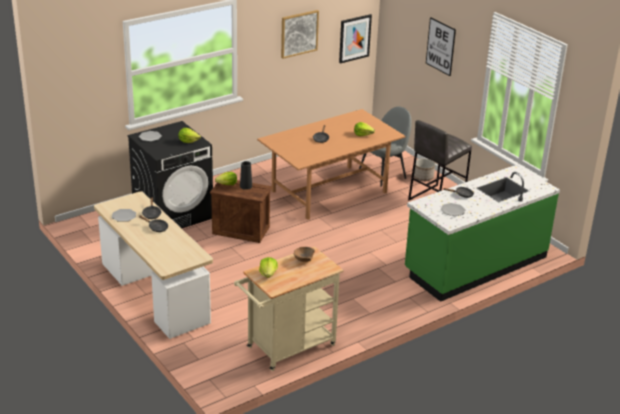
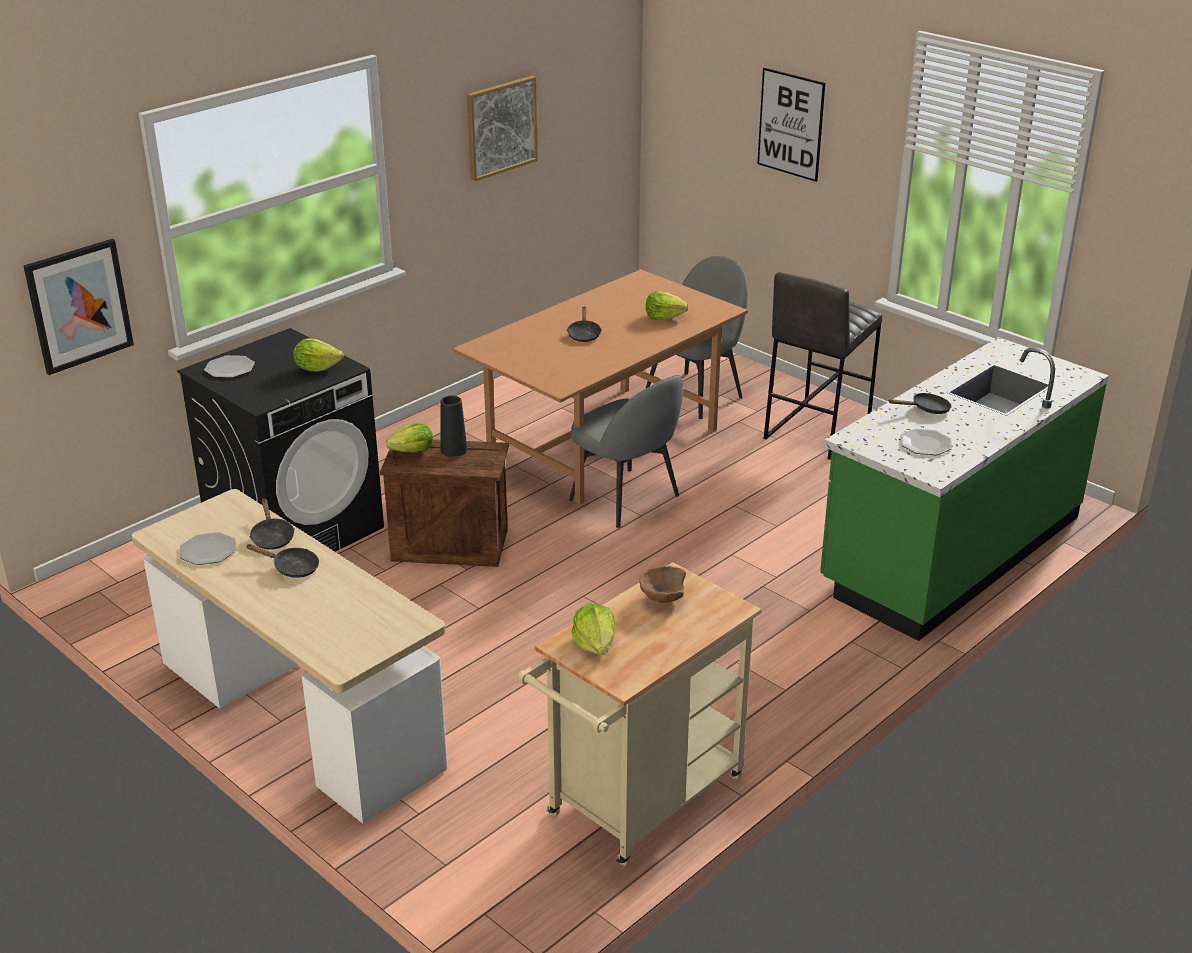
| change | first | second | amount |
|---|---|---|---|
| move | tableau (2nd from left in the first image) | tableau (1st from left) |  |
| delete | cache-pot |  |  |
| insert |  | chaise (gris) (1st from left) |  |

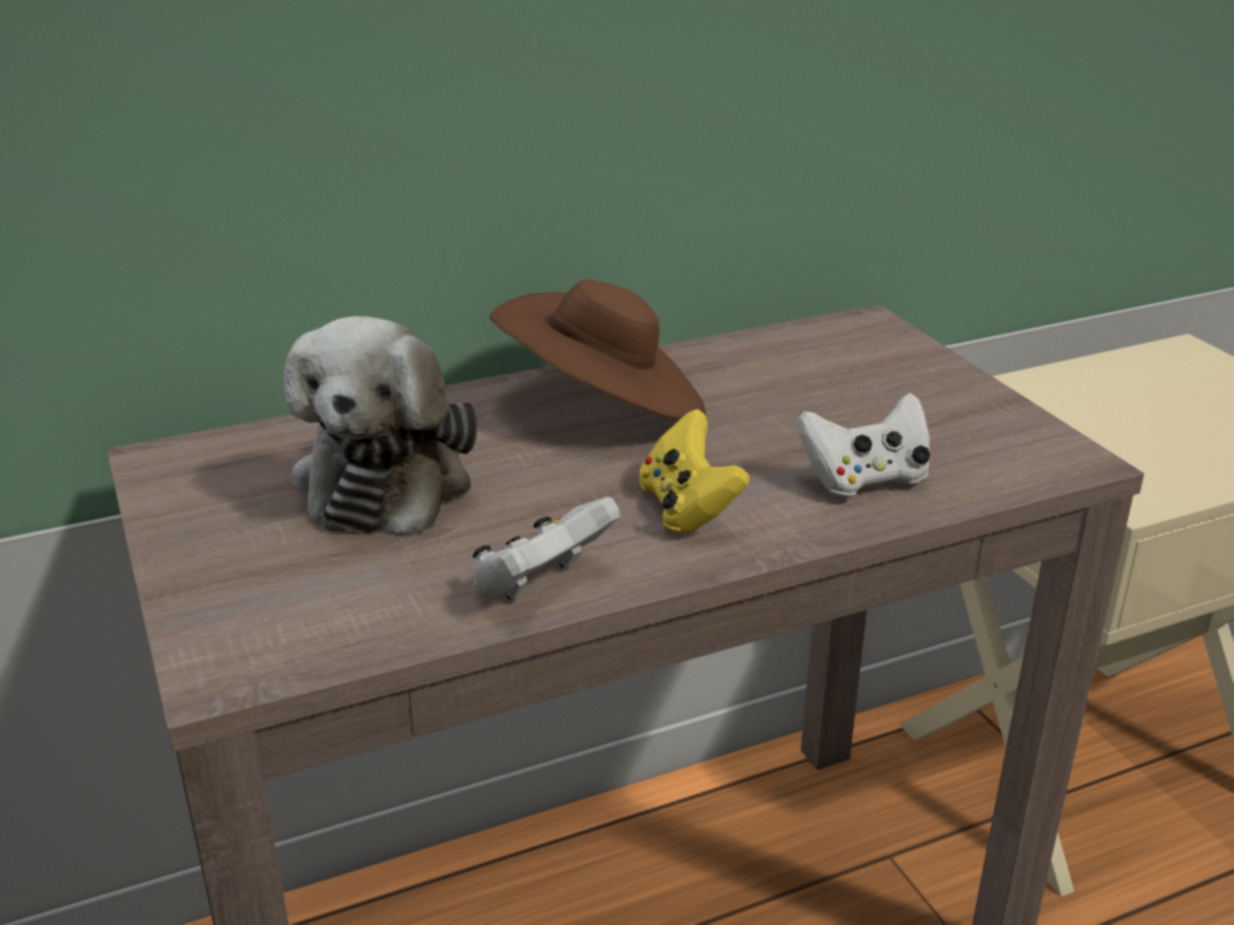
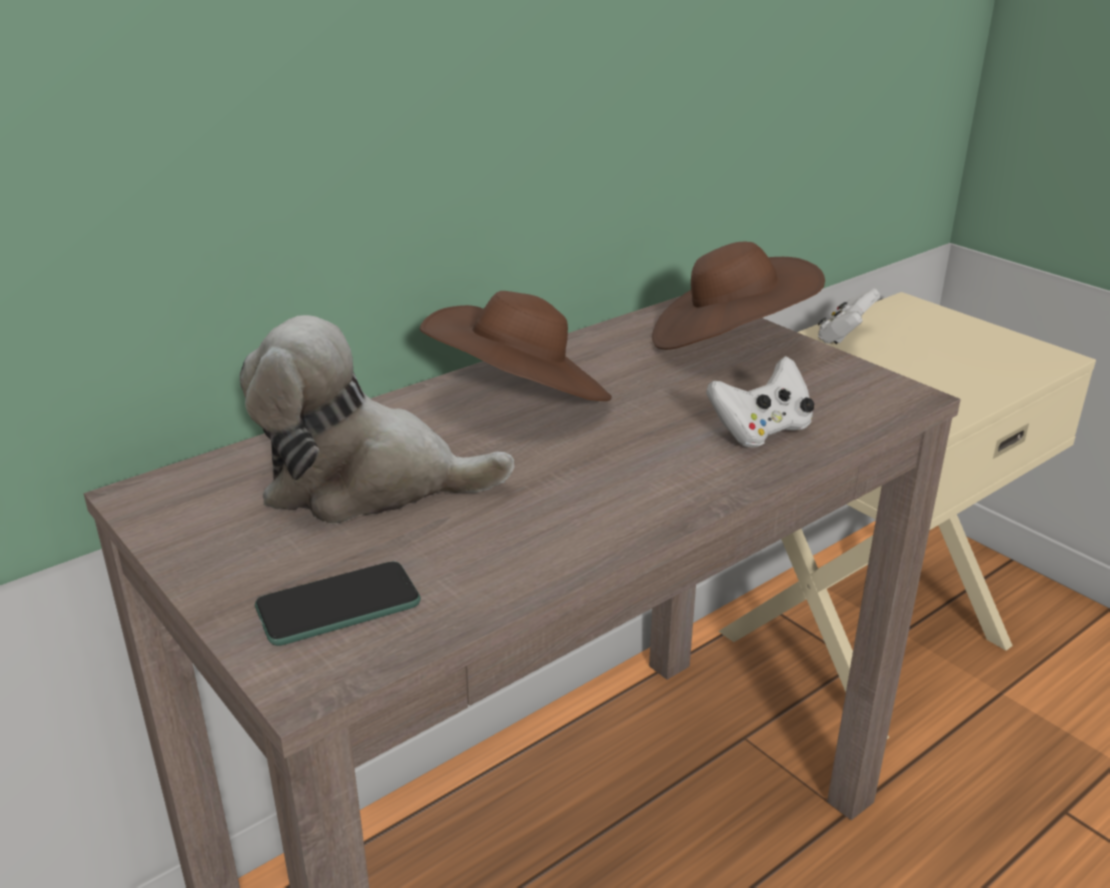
| change | first | second | amount |
|---|---|---|---|
| rotate | peluche |  | 105 degrees clockwise |
| delete | manette (jaune) |  |  |
| move | manette (blanc) (1st from left in the first image) | manette (blanc) (2nd from left) |  |
| insert |  | chapeau (marron) (2nd from left) |  |
| insert |  | téléphone |  |

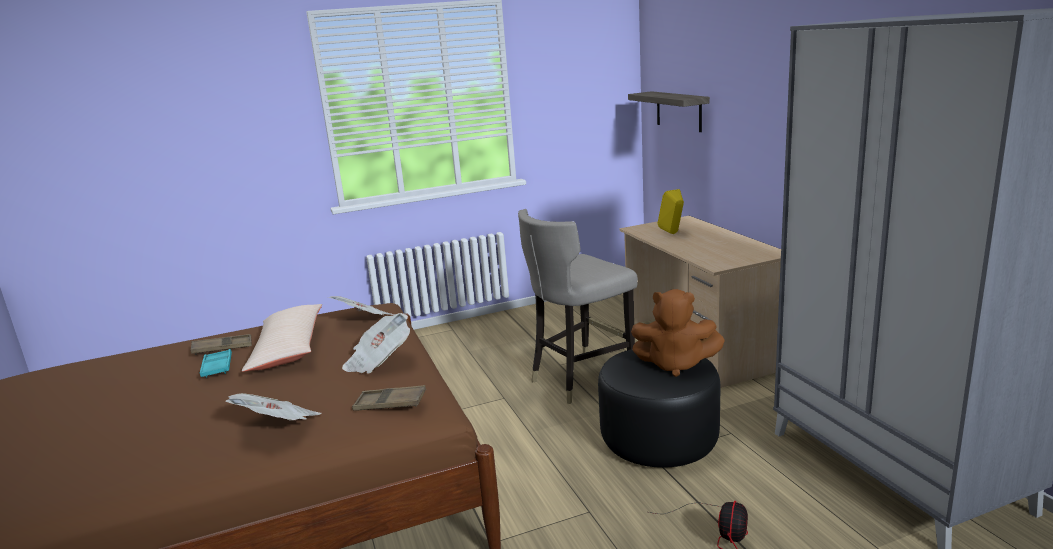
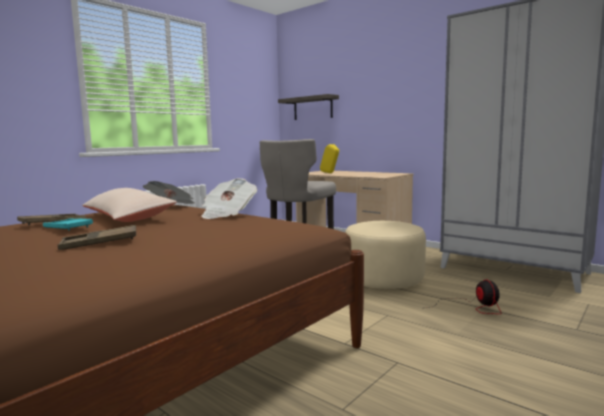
| change | first | second | amount |
|---|---|---|---|
| delete | peluche (marron) |  |  |
| recolor | pouf (noir) | pouf (beige) |  |
| move | plateau (marron) (2nd from left) |  |  |
| delete | journal (1st from left) |  |  |

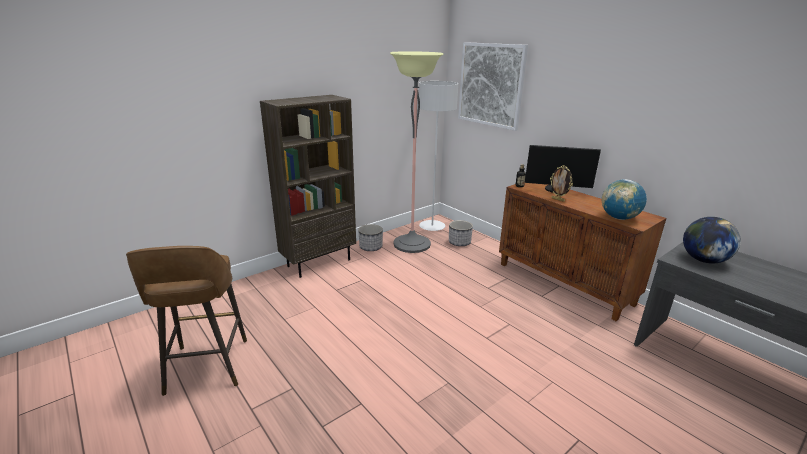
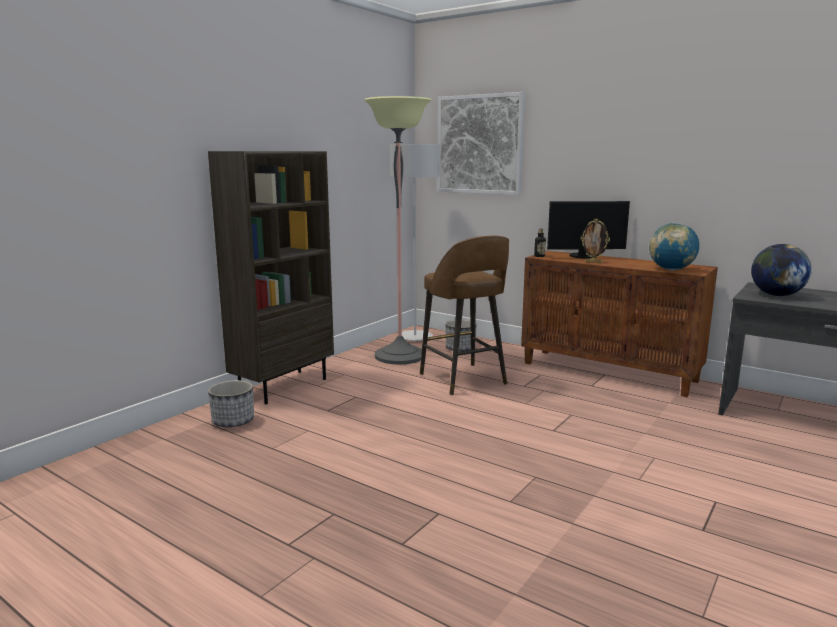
| change | first | second | amount |
|---|---|---|---|
| move | cache-pot (1st from left) |  |  |
| move | tabouret (marron) |  |  |

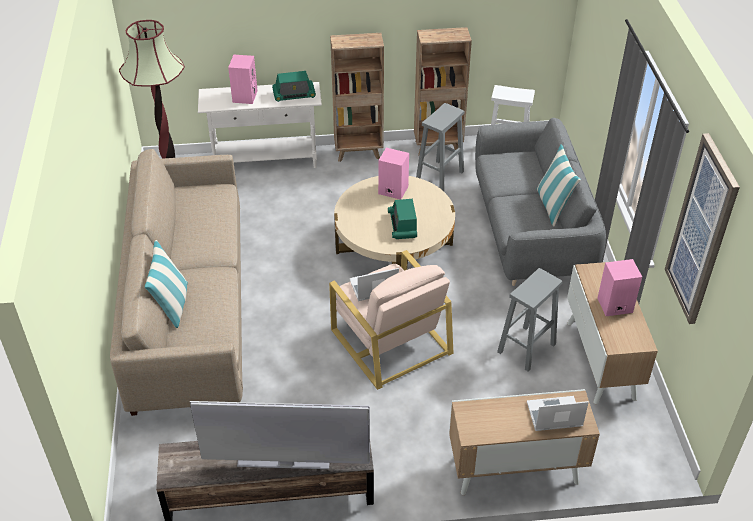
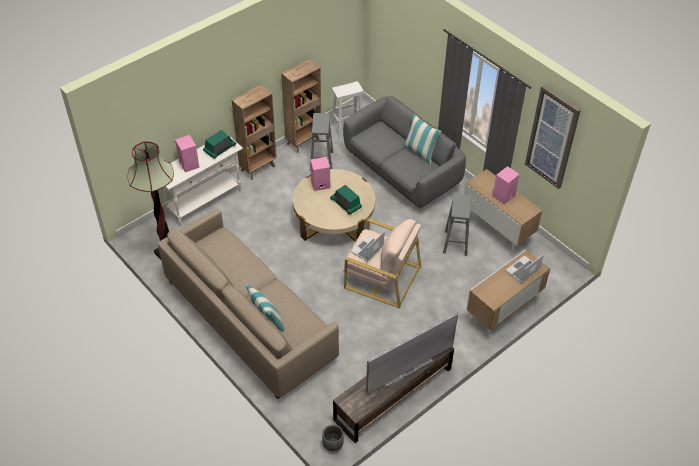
| change | first | second | amount |
|---|---|---|---|
| insert |  | cache-pot (gris) |  |

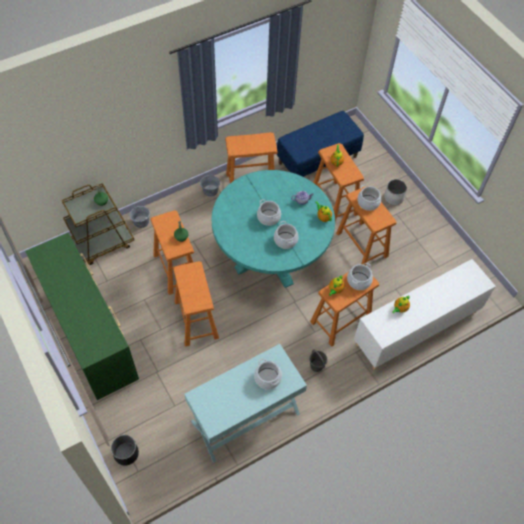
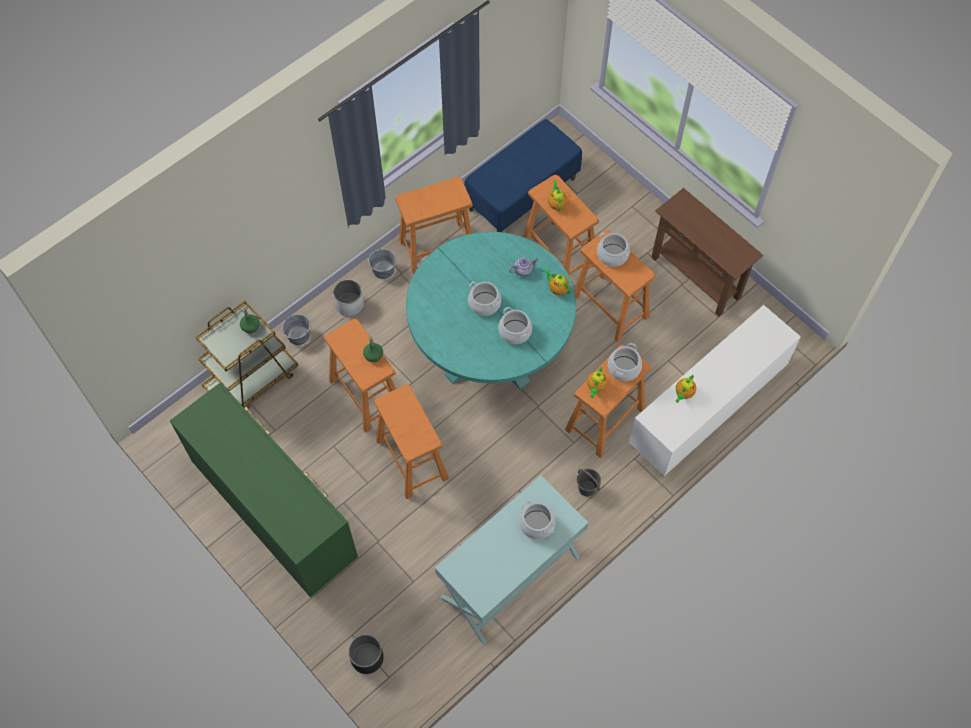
| change | first | second | amount |
|---|---|---|---|
| move | cache-pot (blanc) |  |  |
| insert |  | table console (marron) |  |

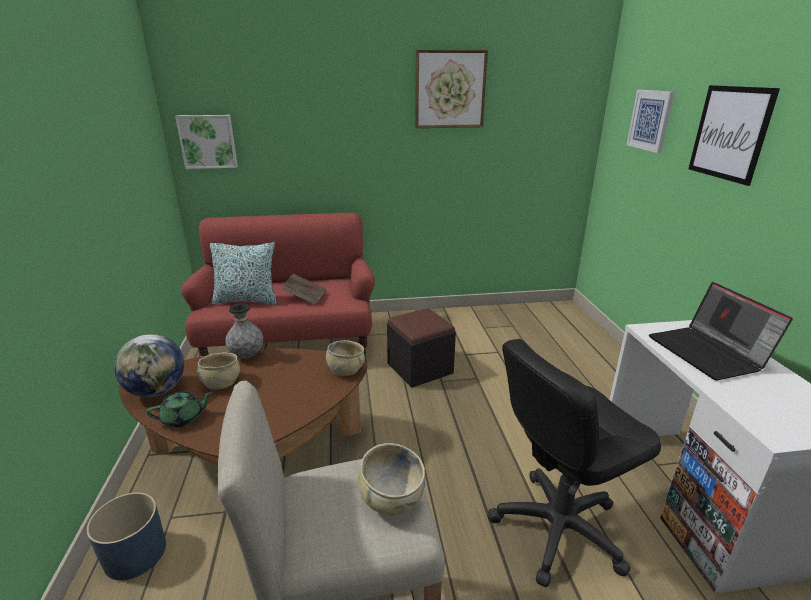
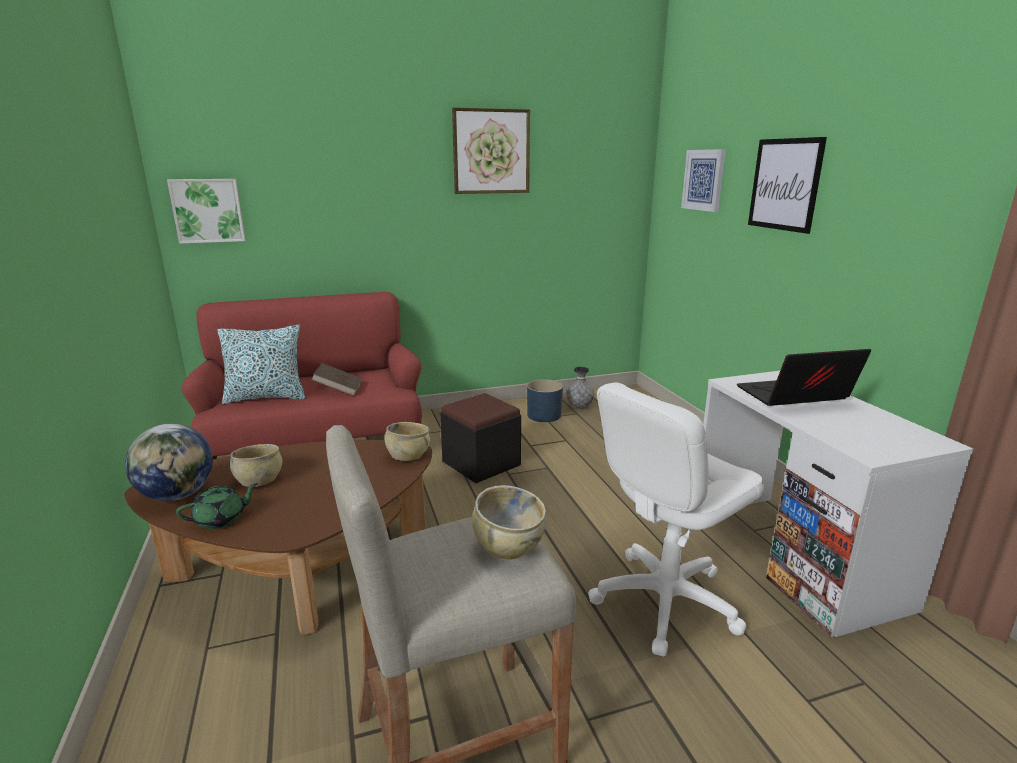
| change | first | second | amount |
|---|---|---|---|
| rotate | ordinateur portable |  | 105 degrees clockwise |
| move | vase (gris) |  |  |
| recolor | chaise de bureau (noir) | chaise de bureau (blanc) |  |
| move | cache-pot (bleu) |  |  |

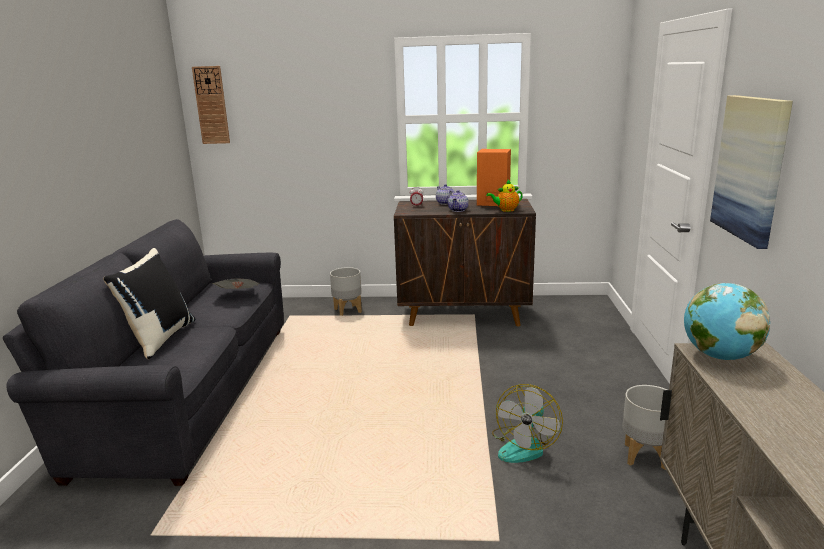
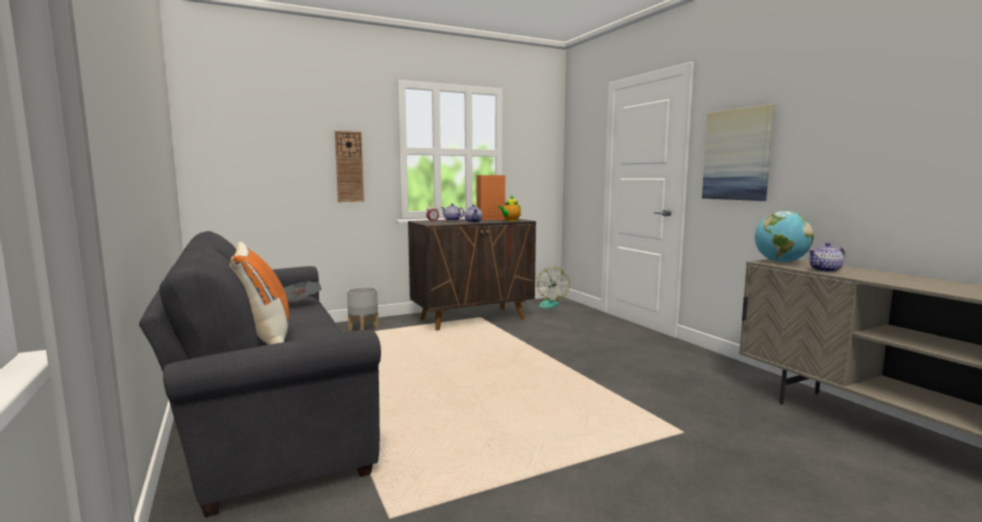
| change | first | second | amount |
|---|---|---|---|
| move | horloge murale |  |  |
| recolor | coussin (noir) | coussin (orange) |  |
| move | ventilateur |  |  |
| delete | cache-pot (gris) (2nd from left) |  |  |
| insert |  | théière (4th from left) |  |

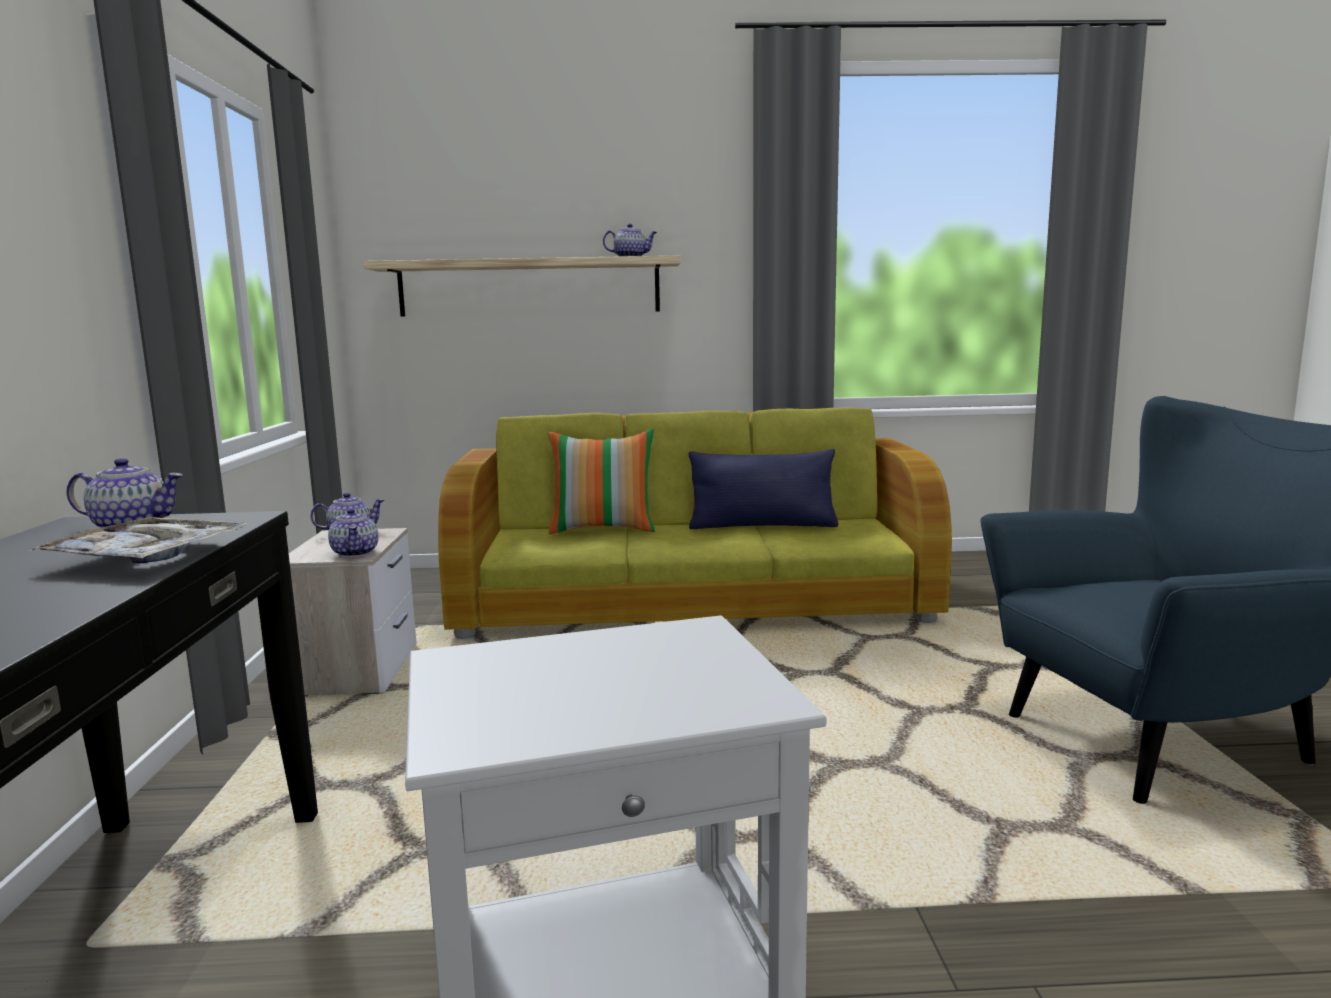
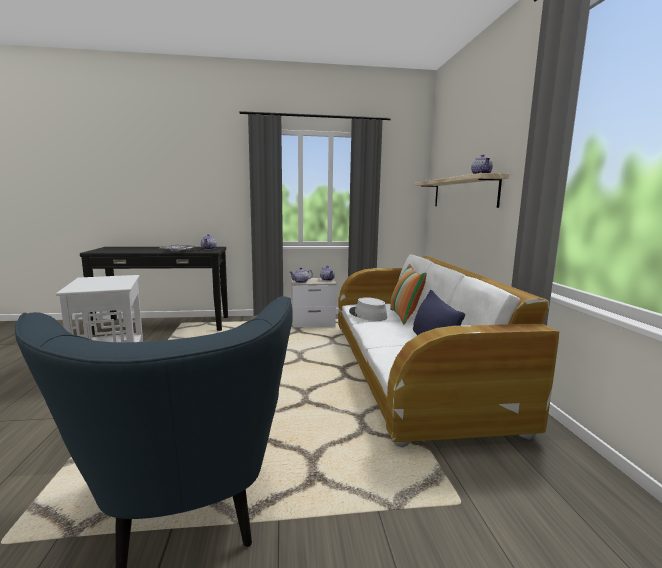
| change | first | second | amount |
|---|---|---|---|
| recolor | canapé (vert) | canapé (blanc) |  |
| insert |  | chapeau (gris) |  |

